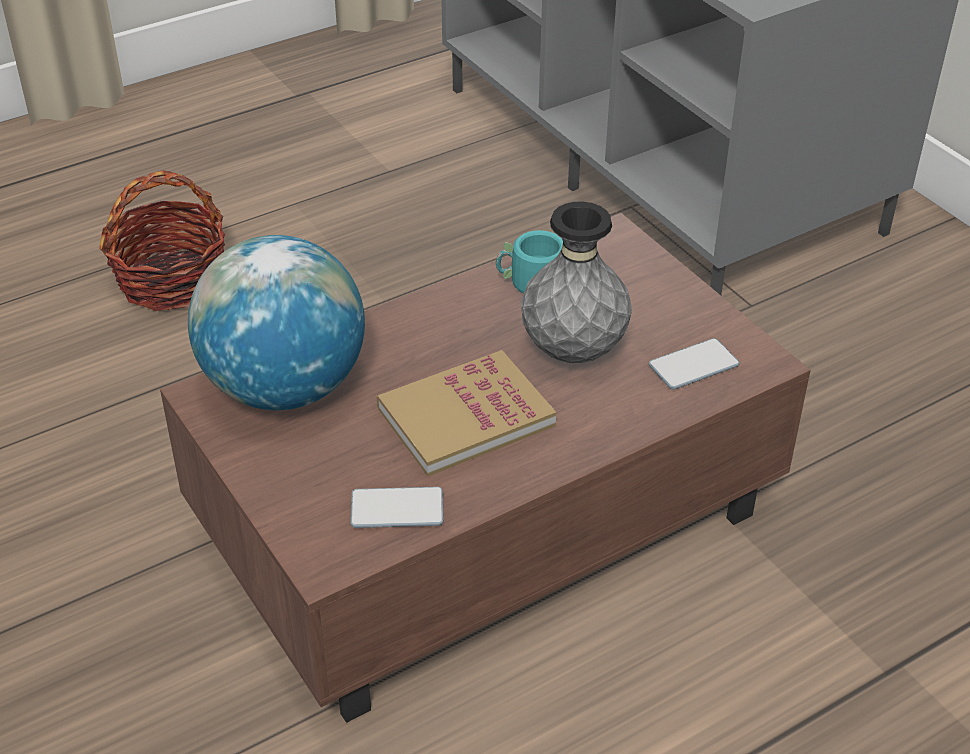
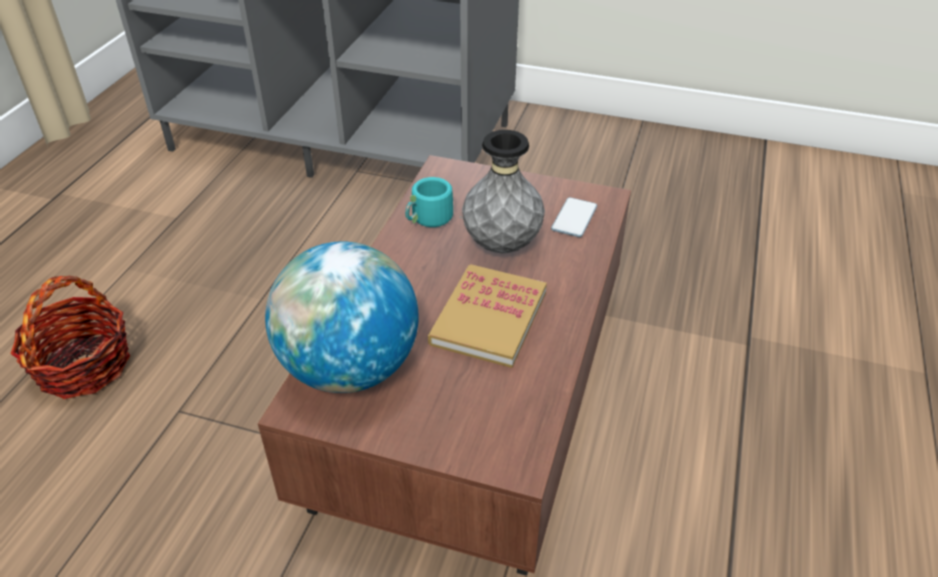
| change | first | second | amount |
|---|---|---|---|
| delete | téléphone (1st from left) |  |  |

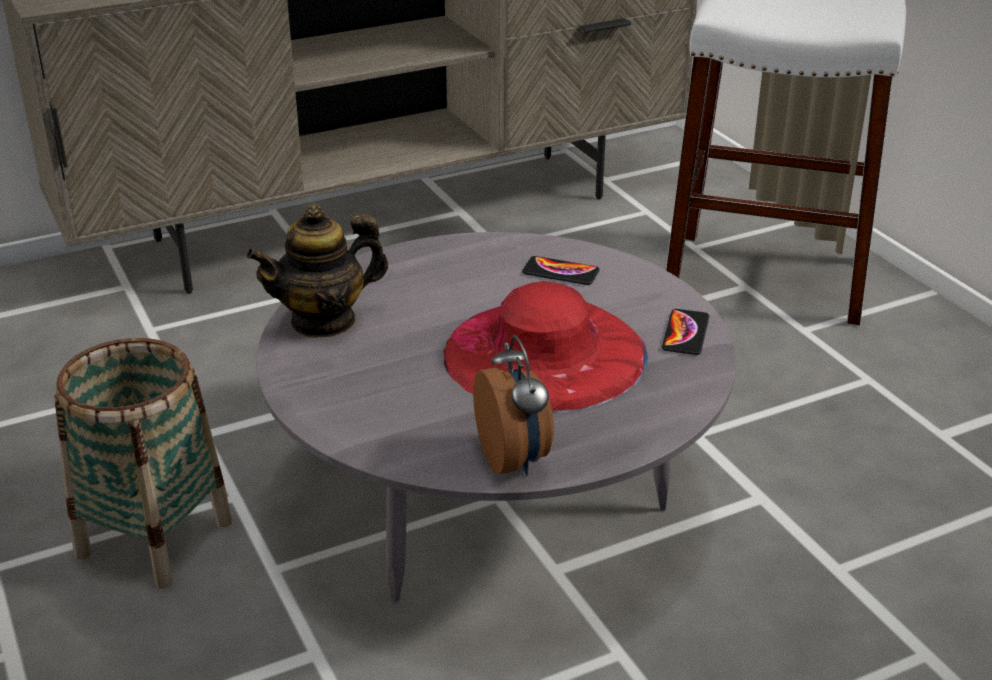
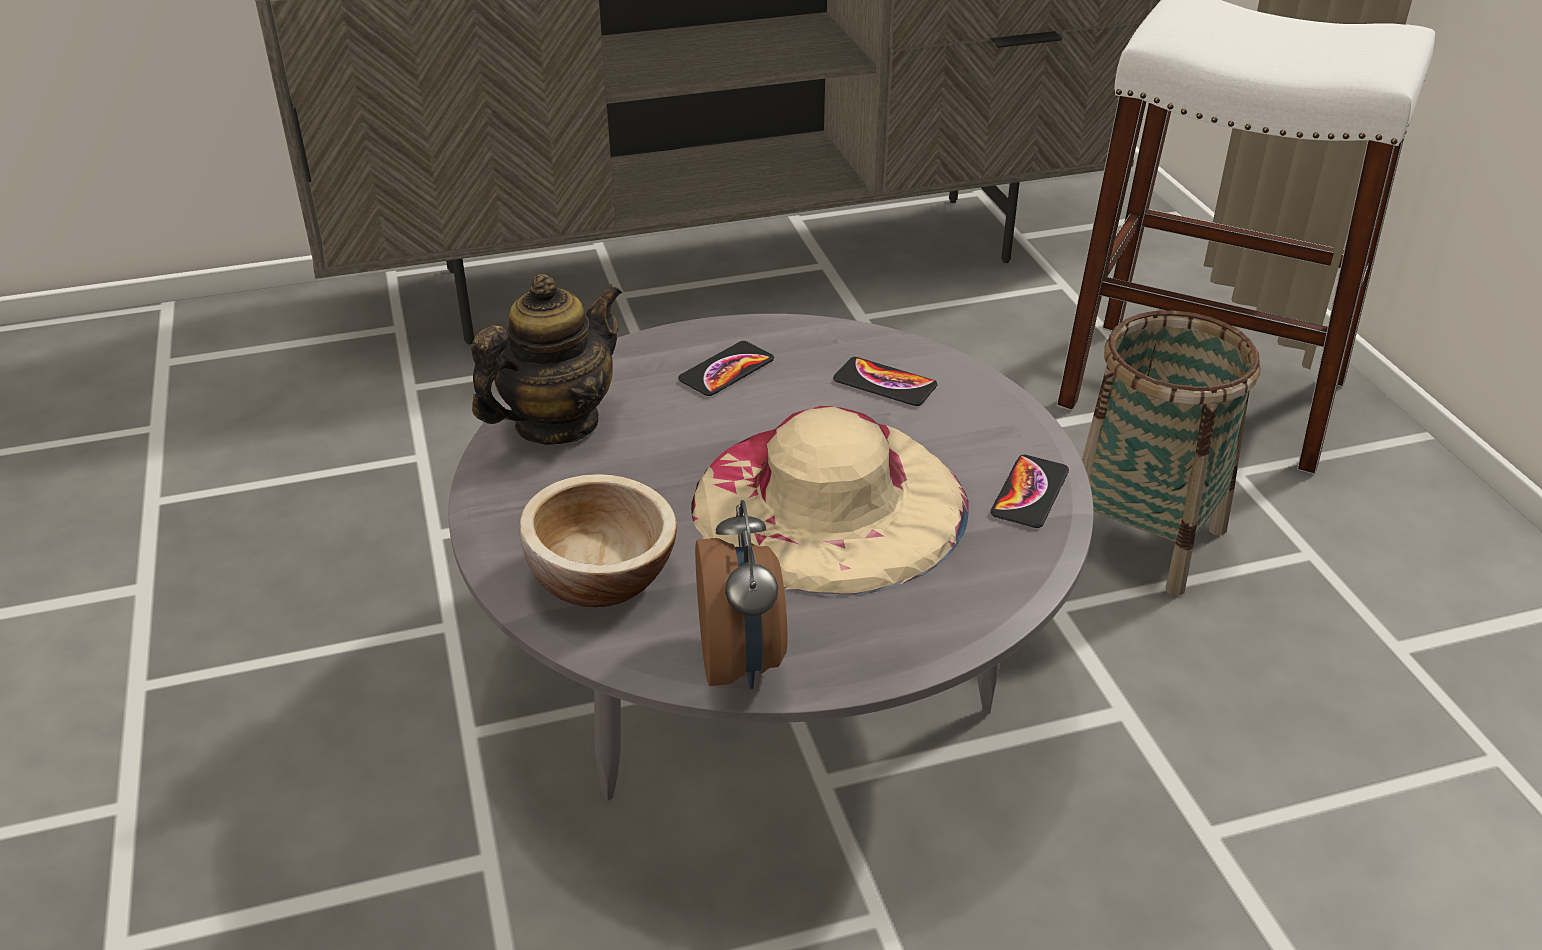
| change | first | second | amount |
|---|---|---|---|
| rotate | théière |  | 150 degrees clockwise |
| recolor | chapeau (rouge) | chapeau (beige) |  |
| move | panier |  |  |
| insert |  | téléphone (1st from left) |  |
| insert |  | bol |  |

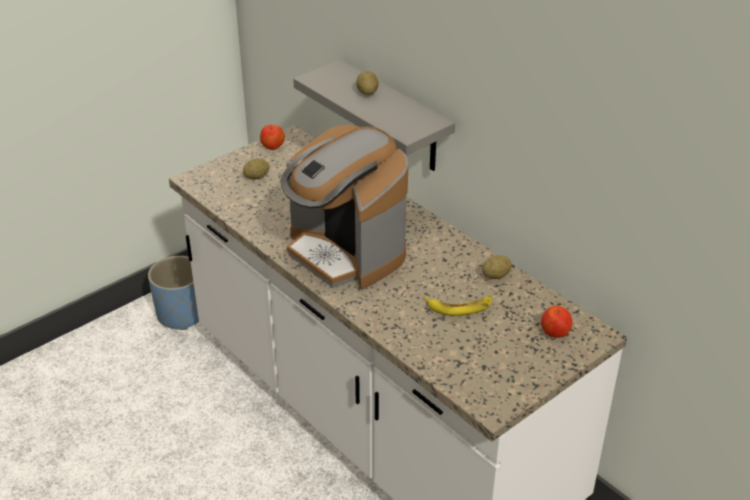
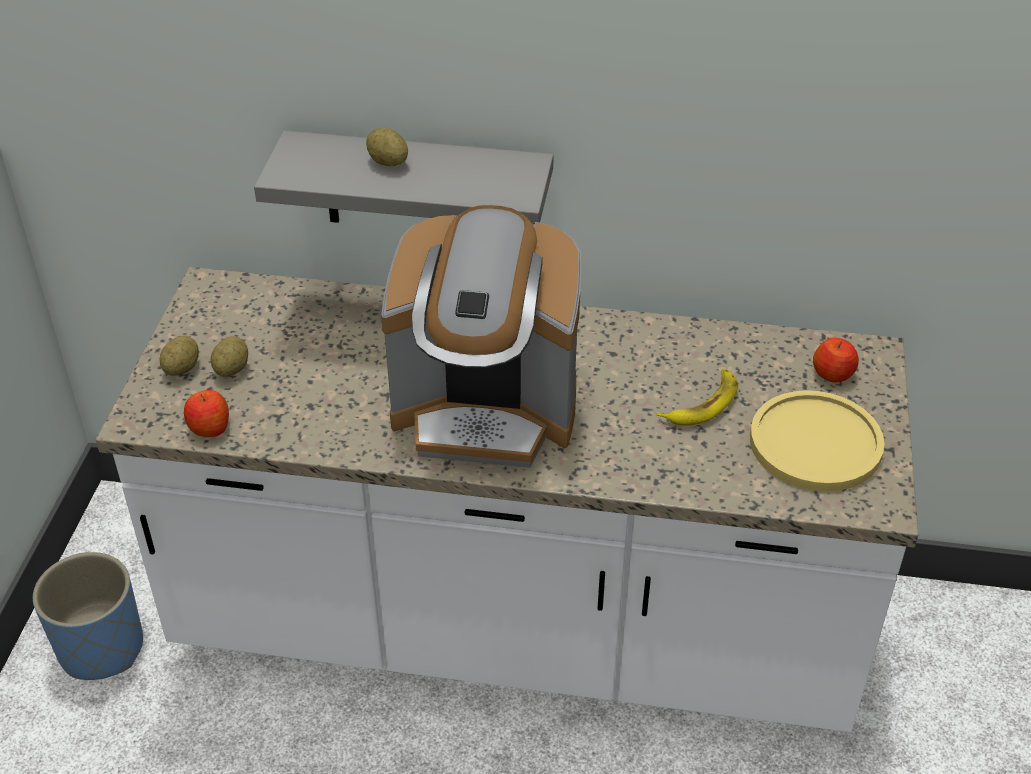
| change | first | second | amount |
|---|---|---|---|
| move | pomme (1st from left) |  |  |
| move | pomme de terre (3rd from left in the first image) | pomme de terre (1st from left) |  |
| insert |  | assiette (jaune) |  |

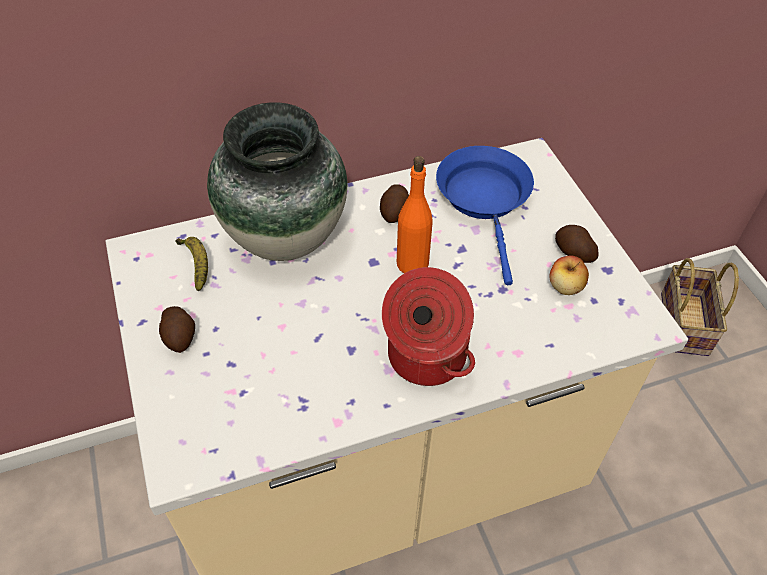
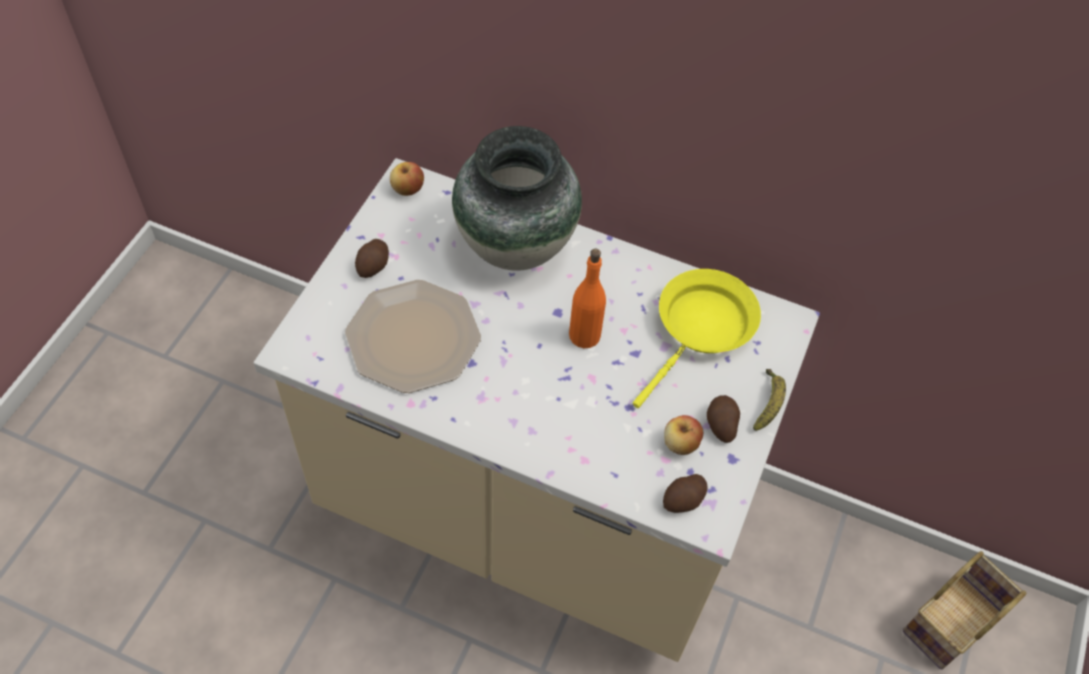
| change | first | second | amount |
|---|---|---|---|
| recolor | poêle (bleu) | poêle (jaune) |  |
| move | pomme de terre (2nd from left) |  |  |
| move | banane |  |  |
| delete | marmite |  |  |
| insert |  | pomme (1st from left) |  |
| insert |  | assiette |  |

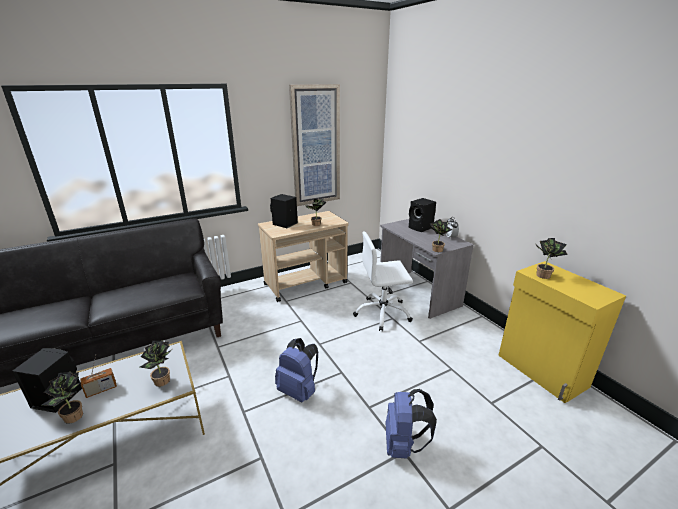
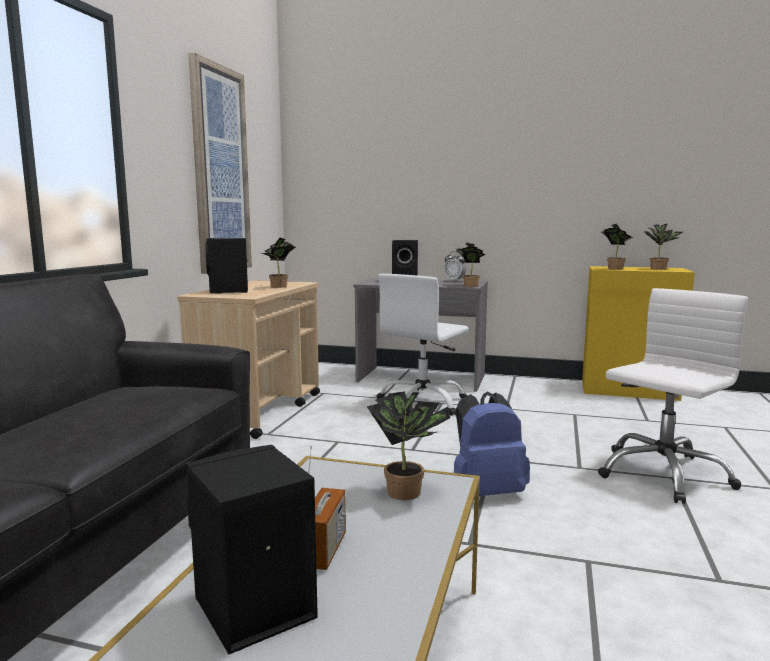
| change | first | second | amount |
|---|---|---|---|
| move | plante en pot (1st from left in the first image) | plante en pot (5th from left) |  |
| replace | sac à dos (bleu) (2nd from left) | chaise de bureau (blanc) (2nd from left) |  |

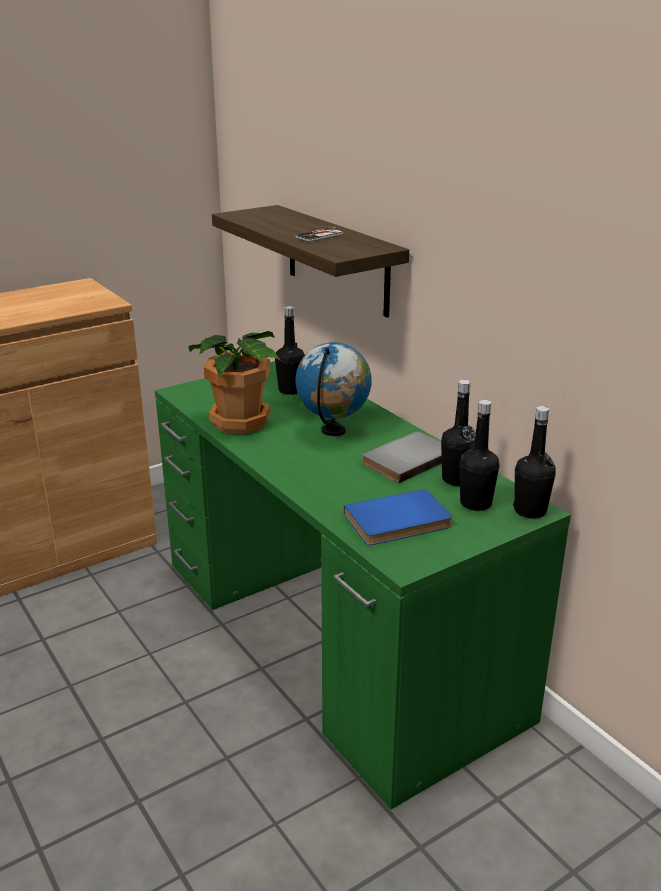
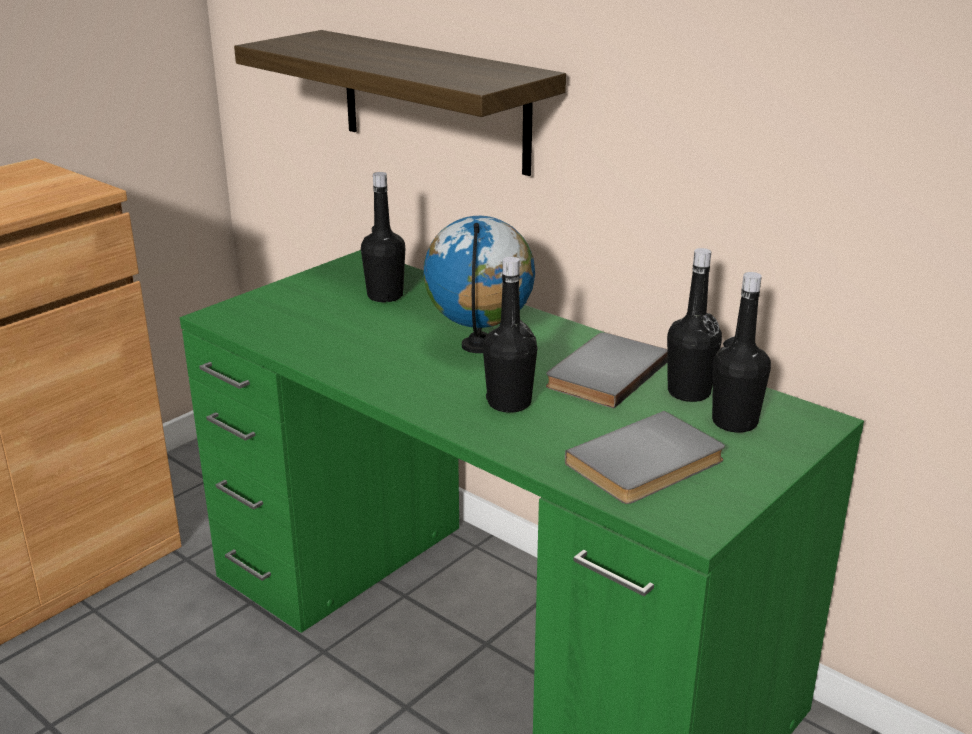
| change | first | second | amount |
|---|---|---|---|
| delete | téléphone |  |  |
| delete | plante en pot |  |  |
| move | bouteille (noir) (4th from left in the first image) | bouteille (noir) (2nd from left) |  |
| recolor | livre (bleu) | livre (gris) (2nd from left) |  |

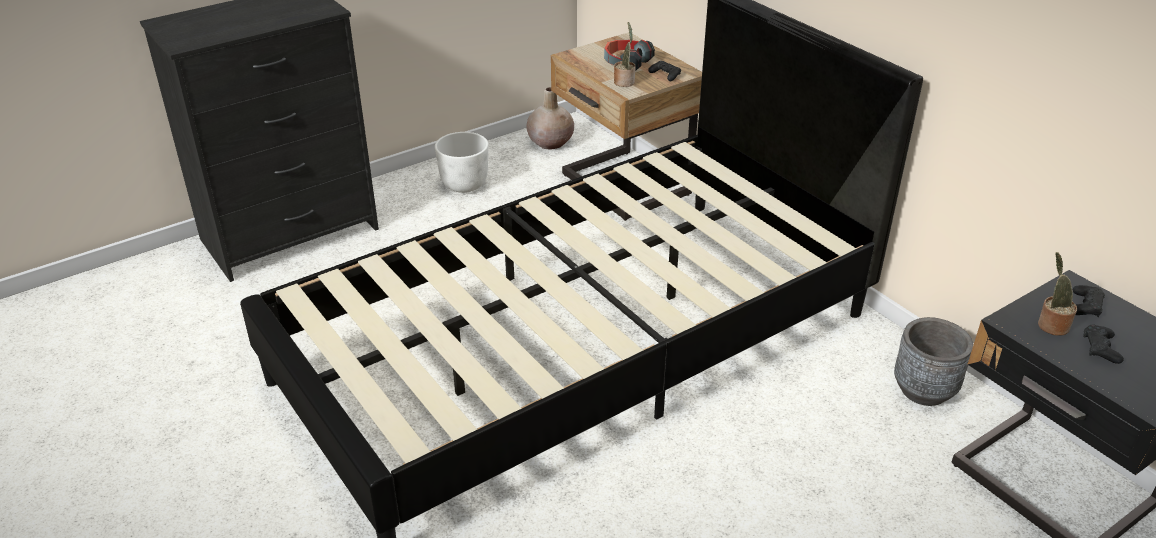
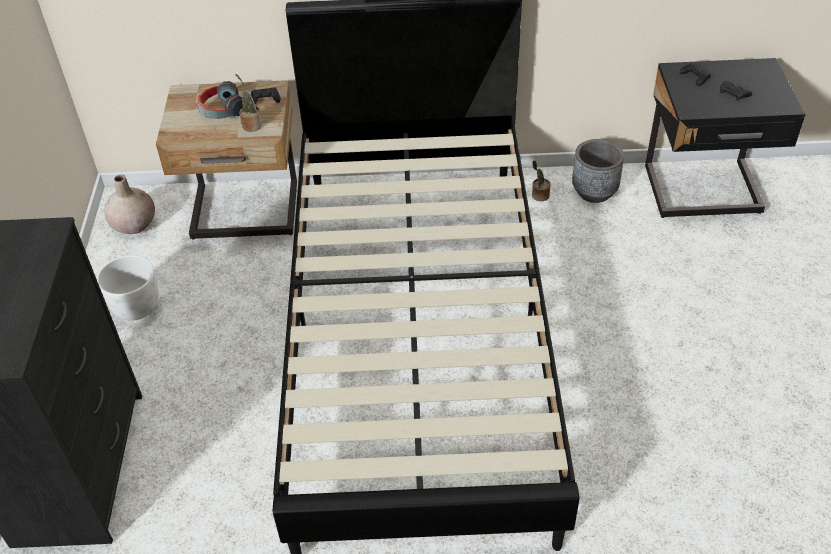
| change | first | second | amount |
|---|---|---|---|
| move | plante en pot (2nd from left) |  |  |

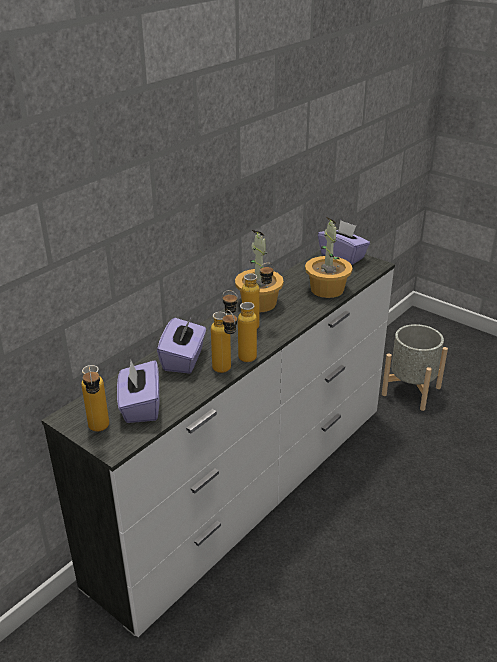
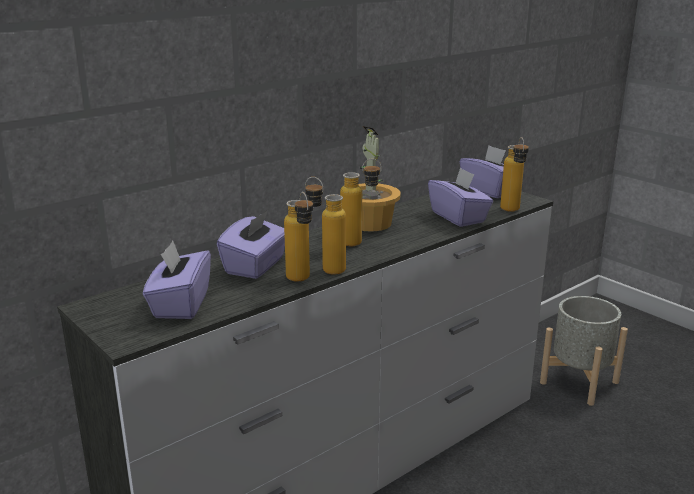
| change | first | second | amount |
|---|---|---|---|
| replace | plante en pot (2nd from left) | boîte à mouchoirs (violet) (3rd from left) |  |
| move | bouteille (1st from left in the first image) | bouteille (4th from left) |  |

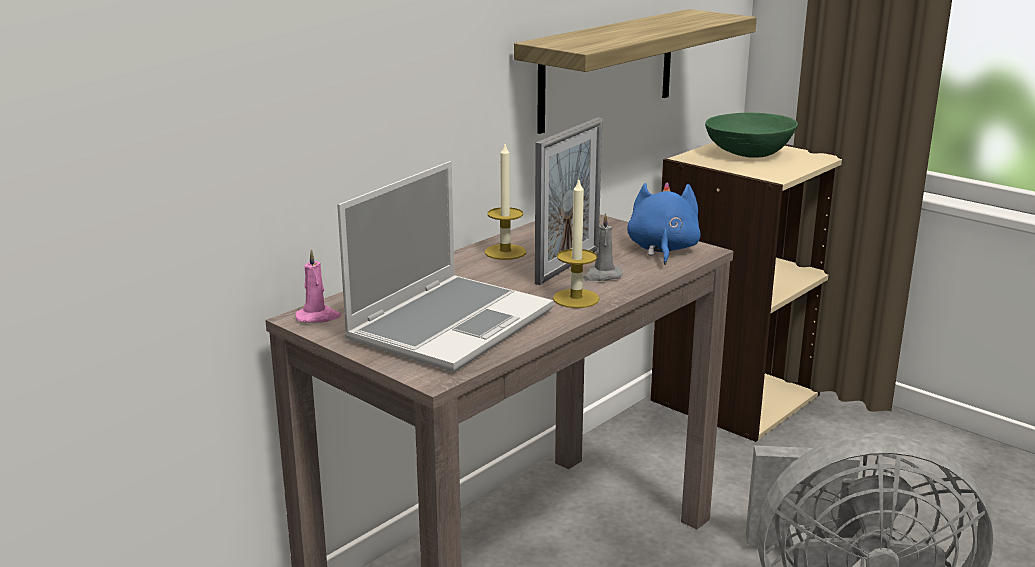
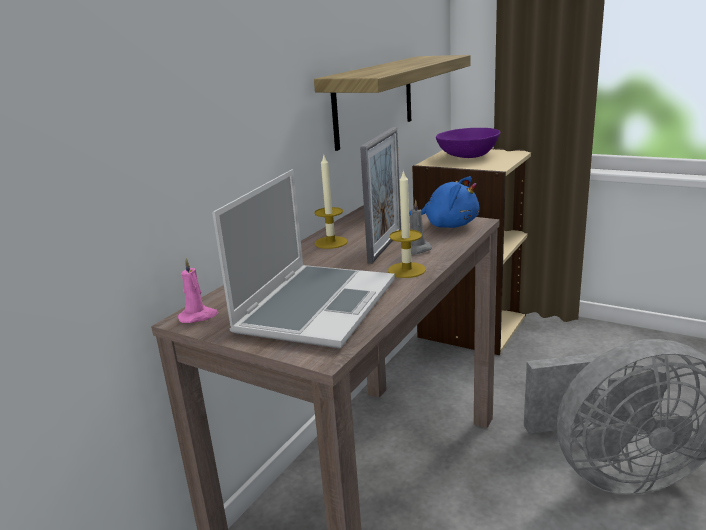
| change | first | second | amount |
|---|---|---|---|
| recolor | bol (vert) | bol (violet) |  |
| rotate | peluche (bleu) |  | 120 degrees clockwise |

